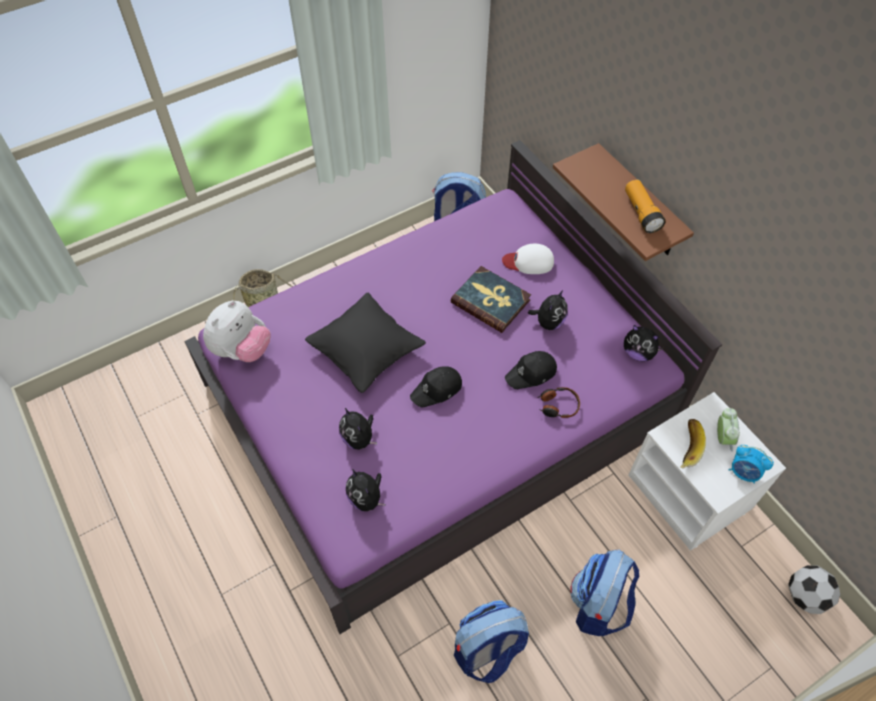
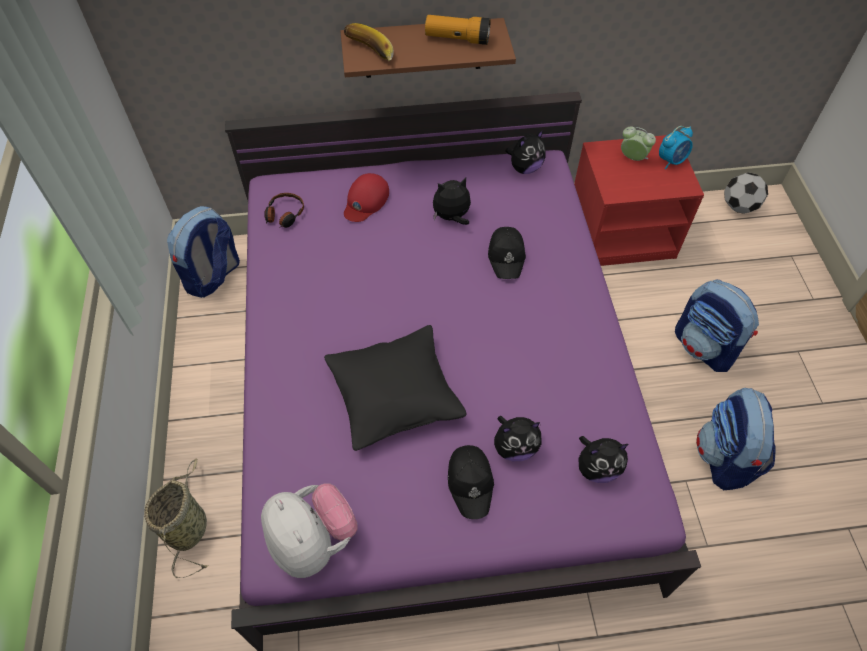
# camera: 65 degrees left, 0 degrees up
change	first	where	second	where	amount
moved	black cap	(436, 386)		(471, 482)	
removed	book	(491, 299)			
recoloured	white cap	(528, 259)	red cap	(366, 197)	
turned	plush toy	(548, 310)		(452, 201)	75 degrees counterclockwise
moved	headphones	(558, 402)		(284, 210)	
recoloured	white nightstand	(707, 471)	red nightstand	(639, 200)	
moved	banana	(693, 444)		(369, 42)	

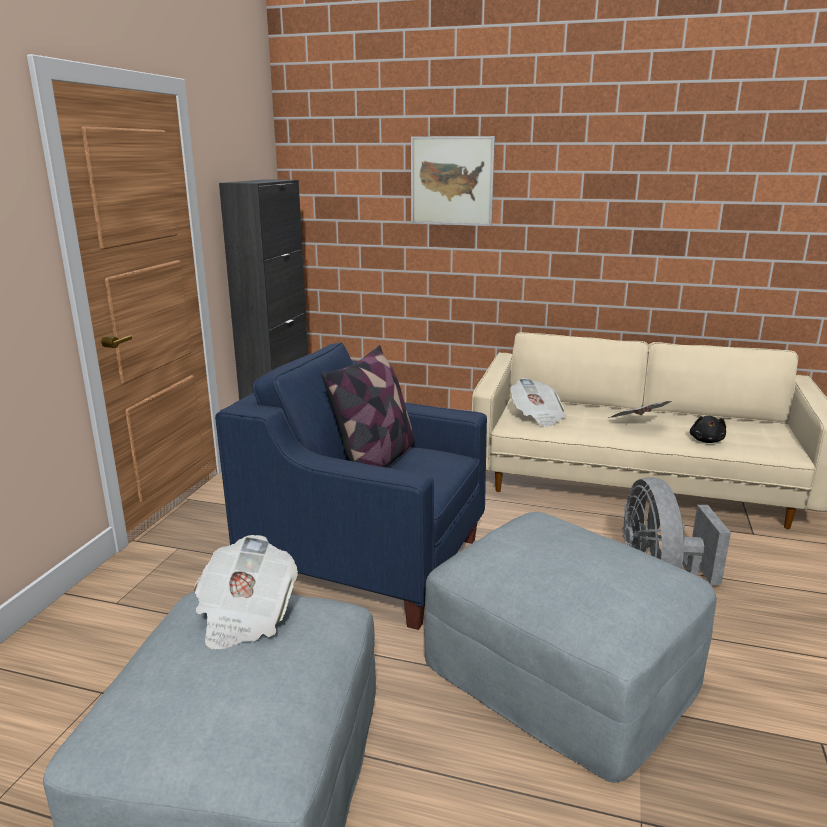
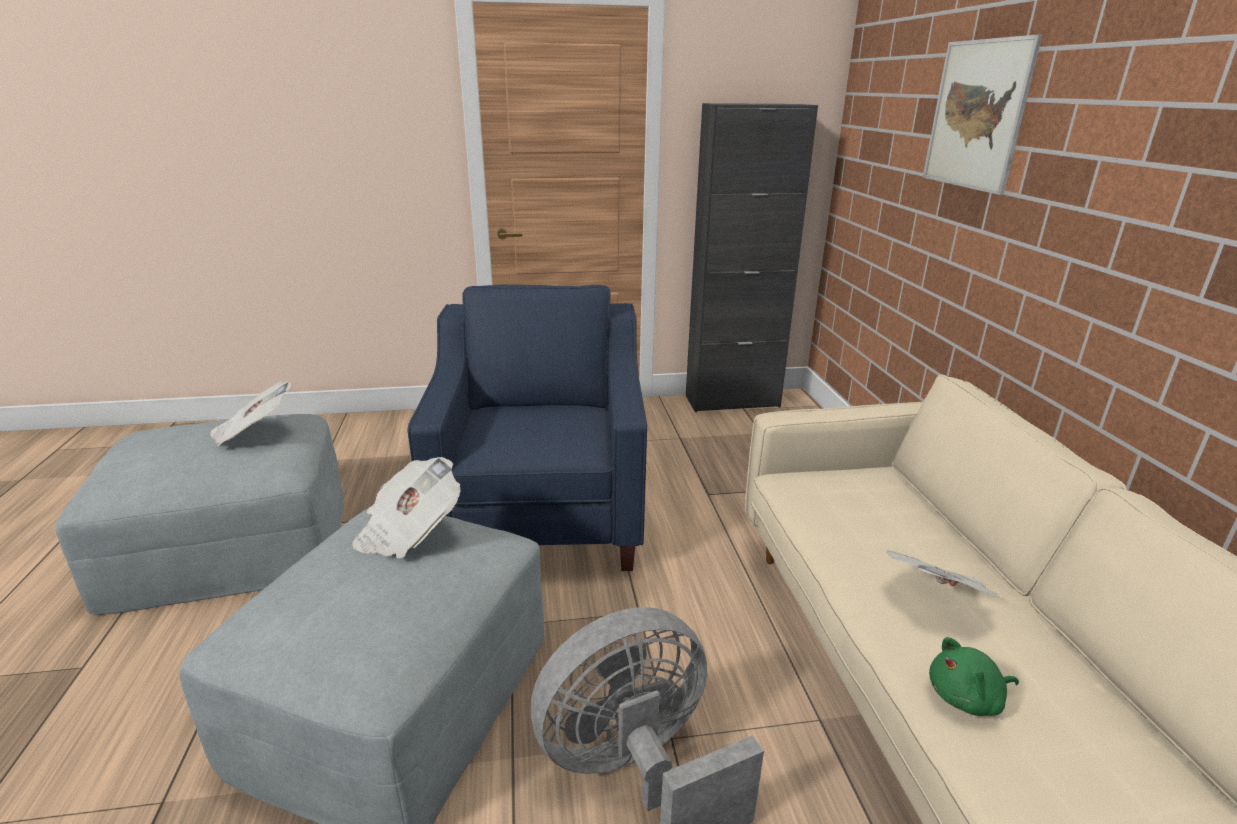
# camera: 65 degrees right, 5 degrees up
change	first	where	second	where	amount
removed	pillow	(368, 406)			
moved	newspaper	(538, 402)		(406, 507)	
recoloured	black plush toy	(708, 429)	green plush toy	(974, 676)	

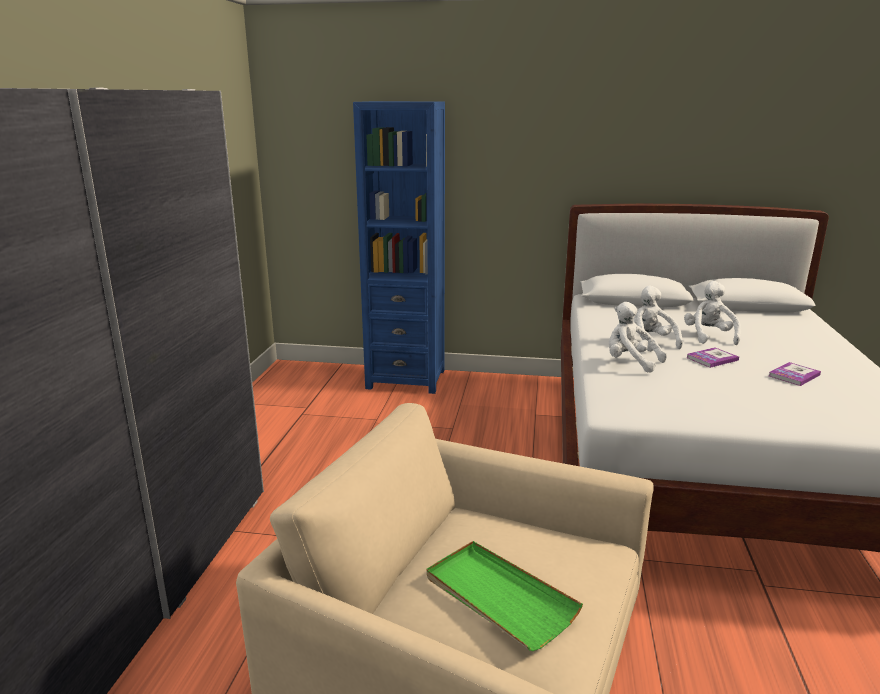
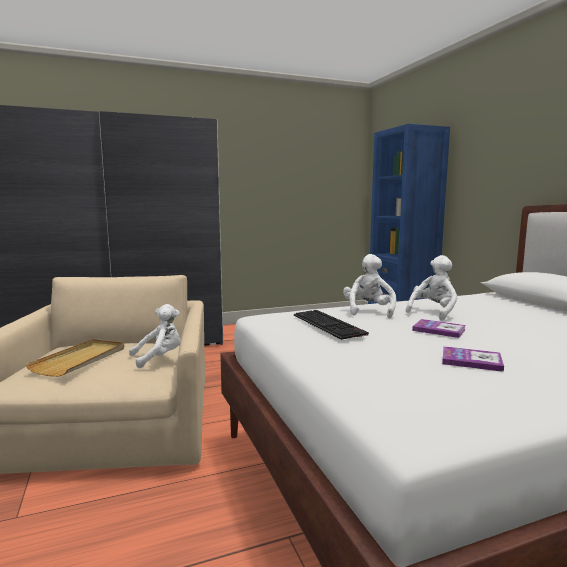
# camera: 60 degrees right, 10 degrees down
change	first	where	second	where	amount
recoloured	green tray	(504, 596)	beige tray	(74, 358)	
moved	white plush toy	(712, 313)		(155, 336)	
added			keyboard	(331, 325)	

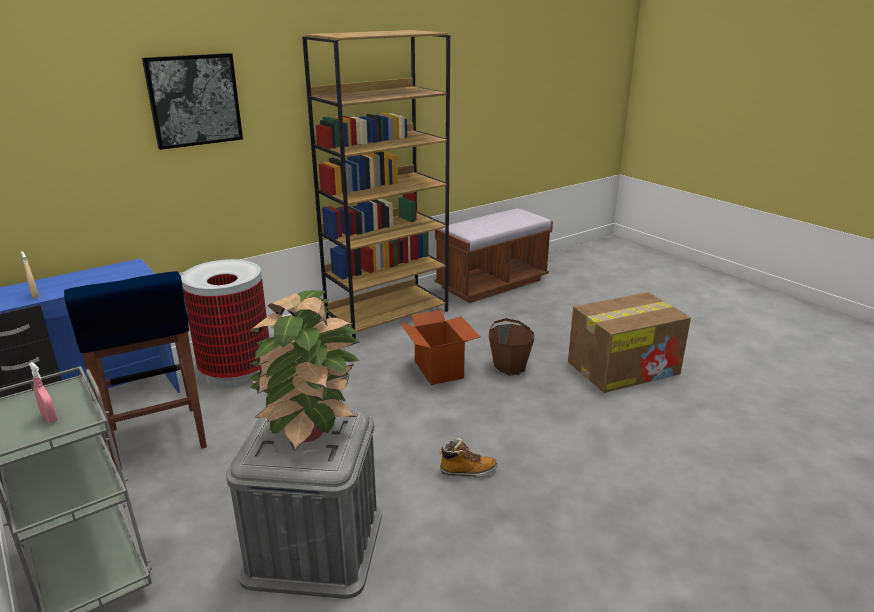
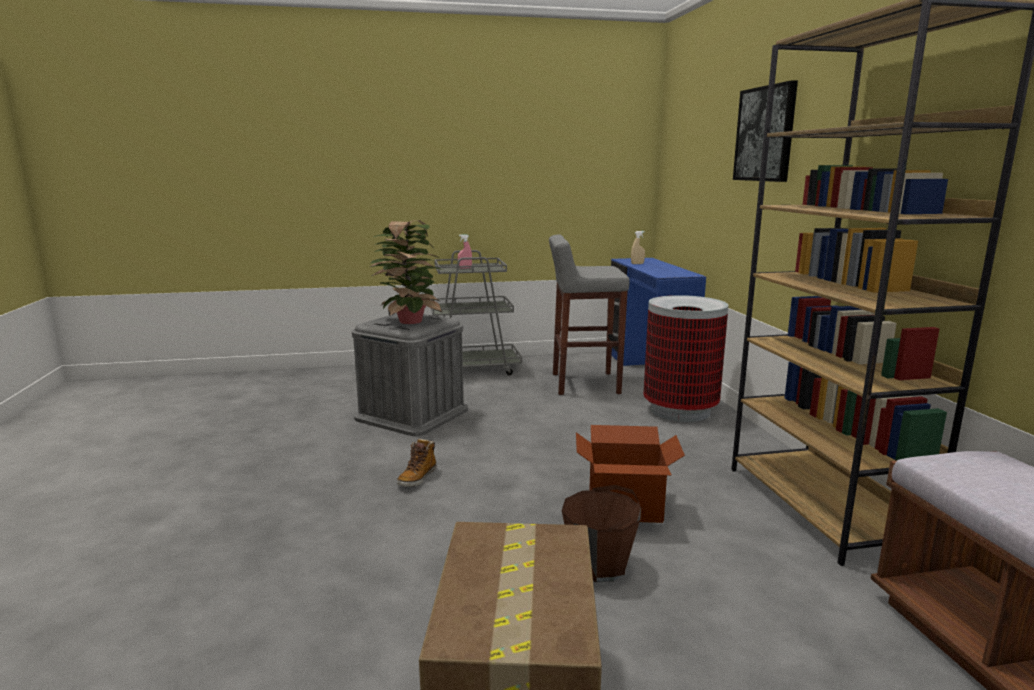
# camera: 115 degrees right, 10 degrees down
change	first	where	second	where	amount
recoloured	blue stool	(135, 371)	grey stool	(589, 314)	

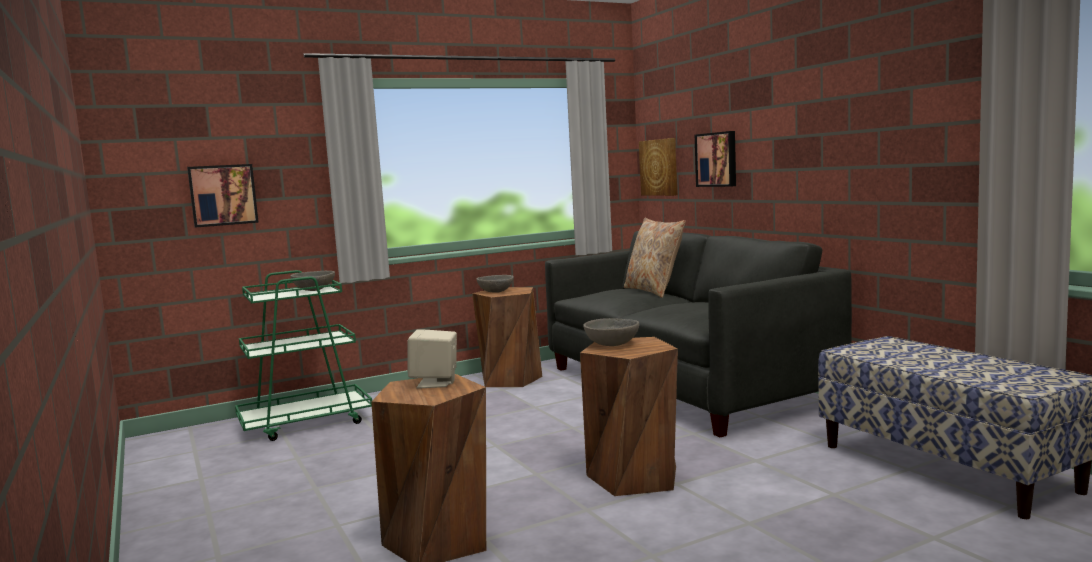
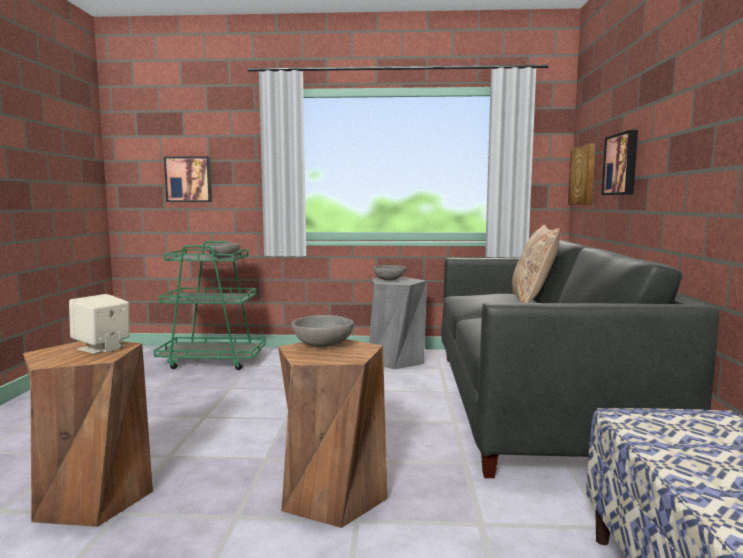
# camera: 30 degrees right, 0 degrees up
change	first	where	second	where	amount
recoloured	brown stool	(507, 337)	grey stool	(398, 323)	

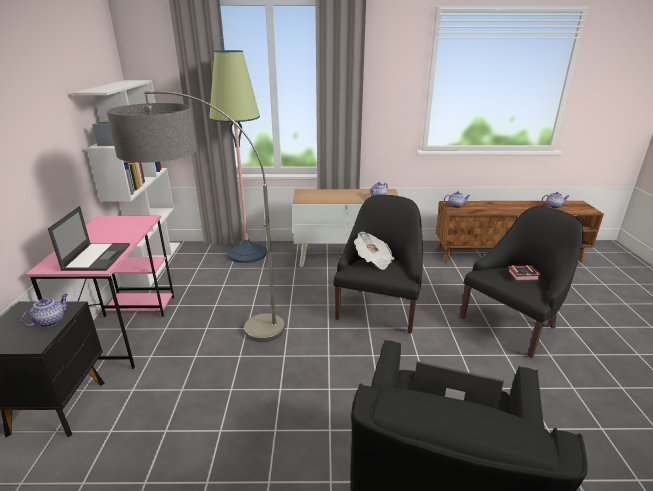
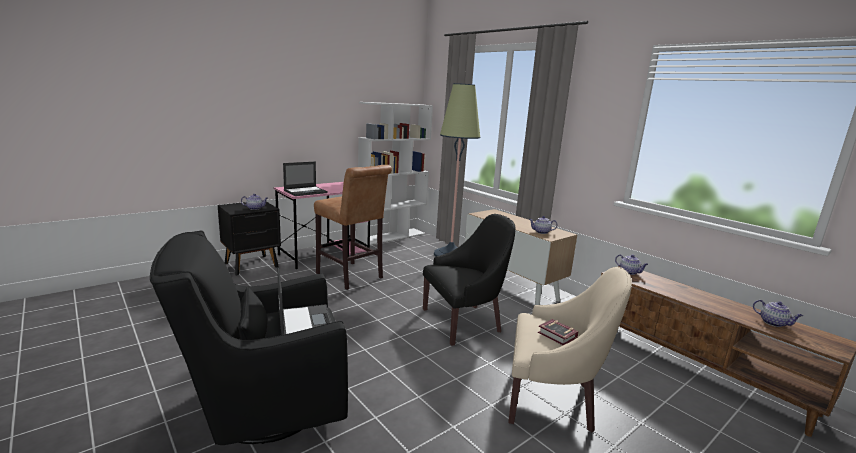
# camera: 50 degrees right, 10 degrees down
change	first	where	second	where	amount
replaced	floor lamp	(196, 216)	brown stool	(353, 227)	
removed	newspaper	(374, 251)			
recoloured	black armchair	(522, 282)	beige armchair	(570, 350)	

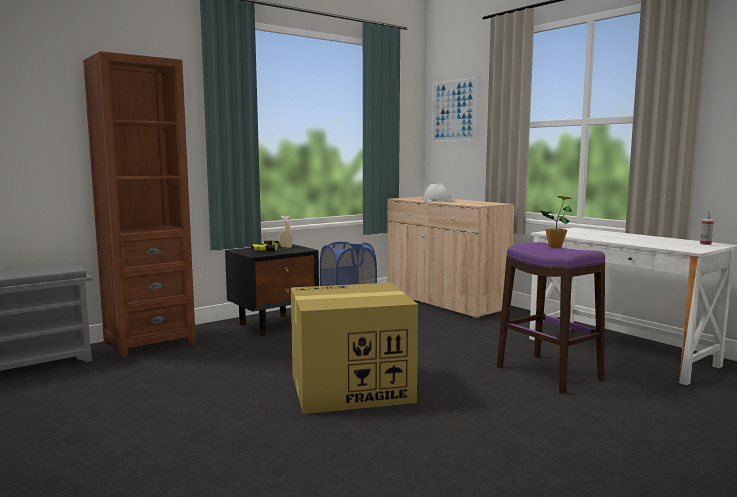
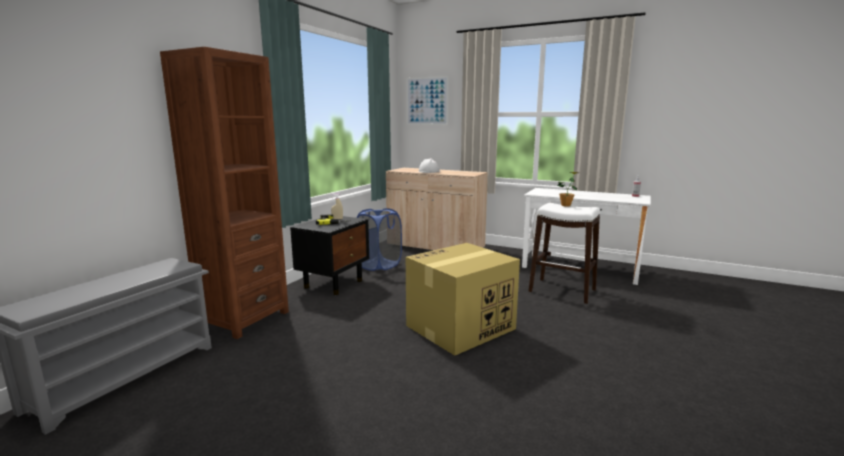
# camera: 25 degrees left, 5 degrees up
change	first	where	second	where	amount
recoloured	purple stool	(551, 318)	white stool	(564, 253)	

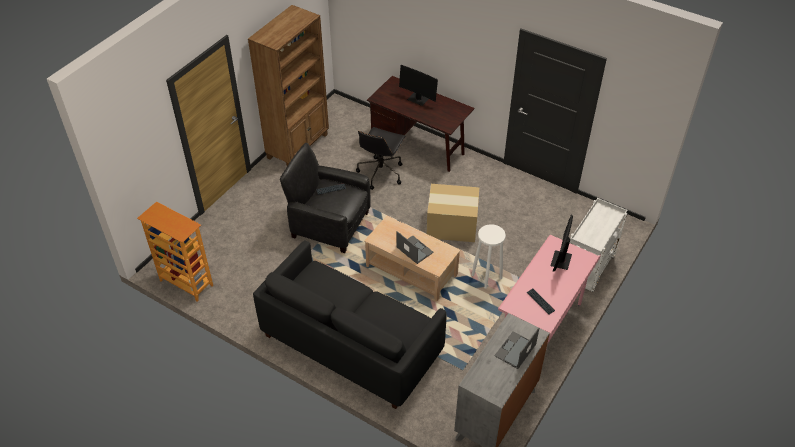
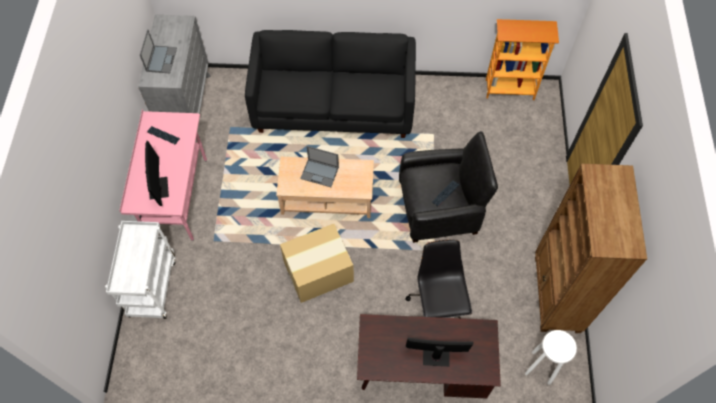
# camera: 150 degrees right, 15 degrees up
change	first	where	second	where	amount
moved	white stool	(489, 256)		(551, 357)	

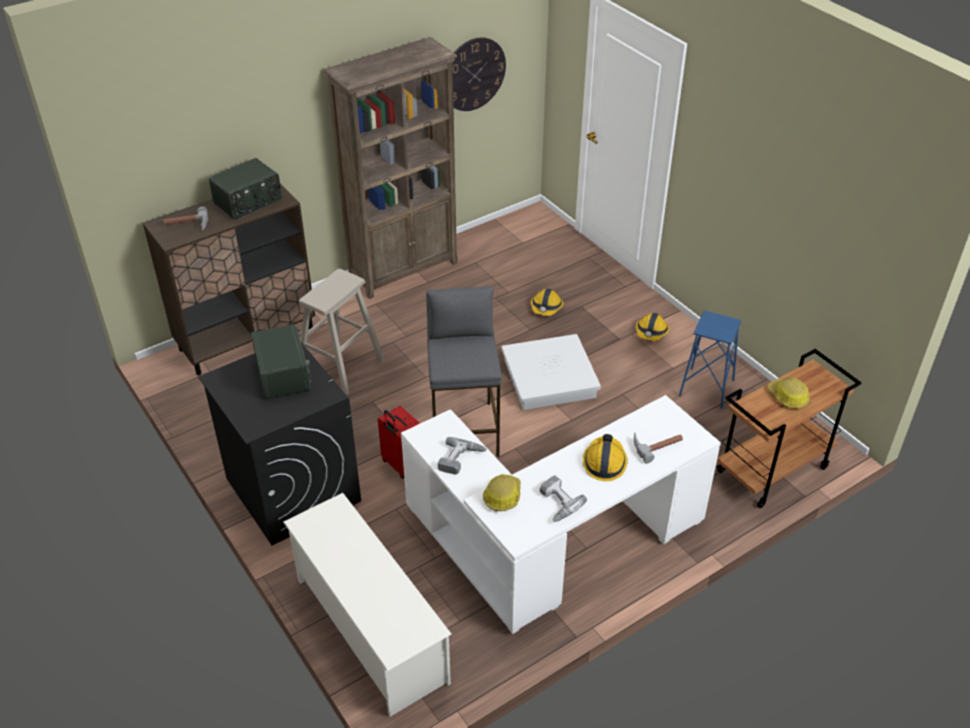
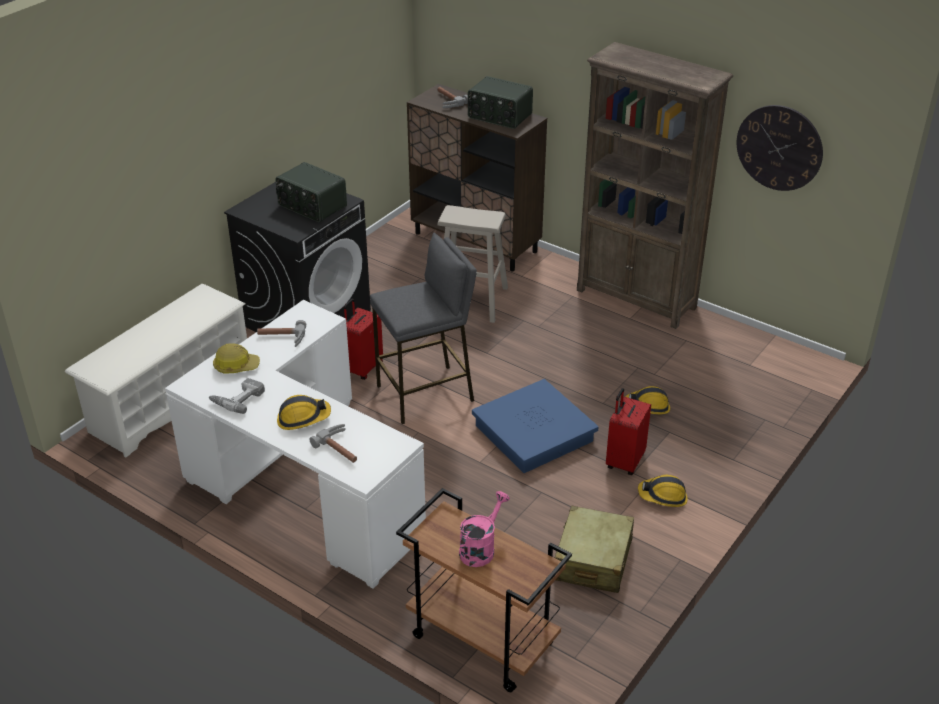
# camera: 70 degrees right, 5 degrees down
change	first	where	second	where	amount
turned	radio	(281, 361)		(311, 192)	75 degrees clockwise
replaced	power drill	(462, 455)	hammer	(281, 333)	
recoloured	white storage box	(551, 372)	blue storage box	(535, 426)	
replaced	blue stool	(710, 359)	beige suitcase	(594, 549)	
replaced	hard hat	(789, 393)	pink watering can	(484, 529)	
added			red suitcase	(628, 431)	

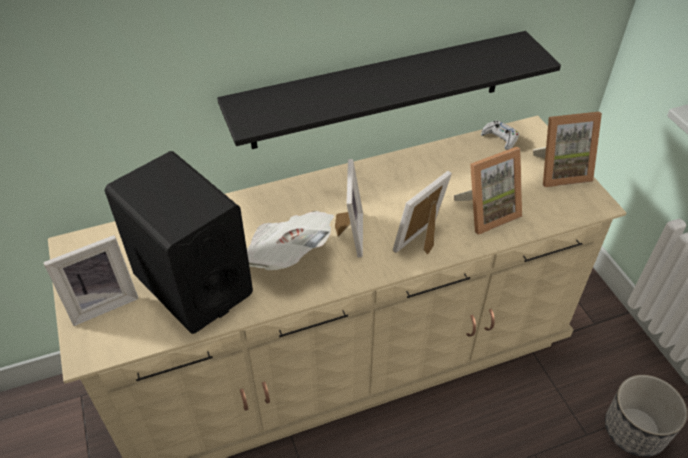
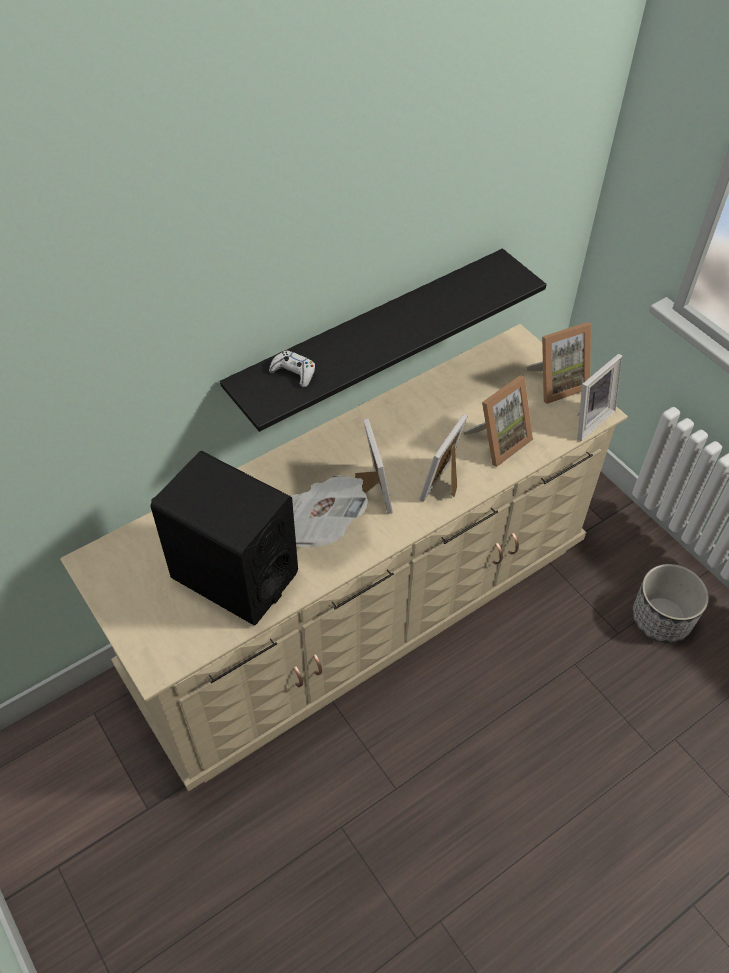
# camera: 15 degrees left, 5 degrees up
change	first	where	second	where	amount
moved	picture frame	(91, 280)		(599, 397)	
moved	white game controller	(500, 135)		(292, 368)	

